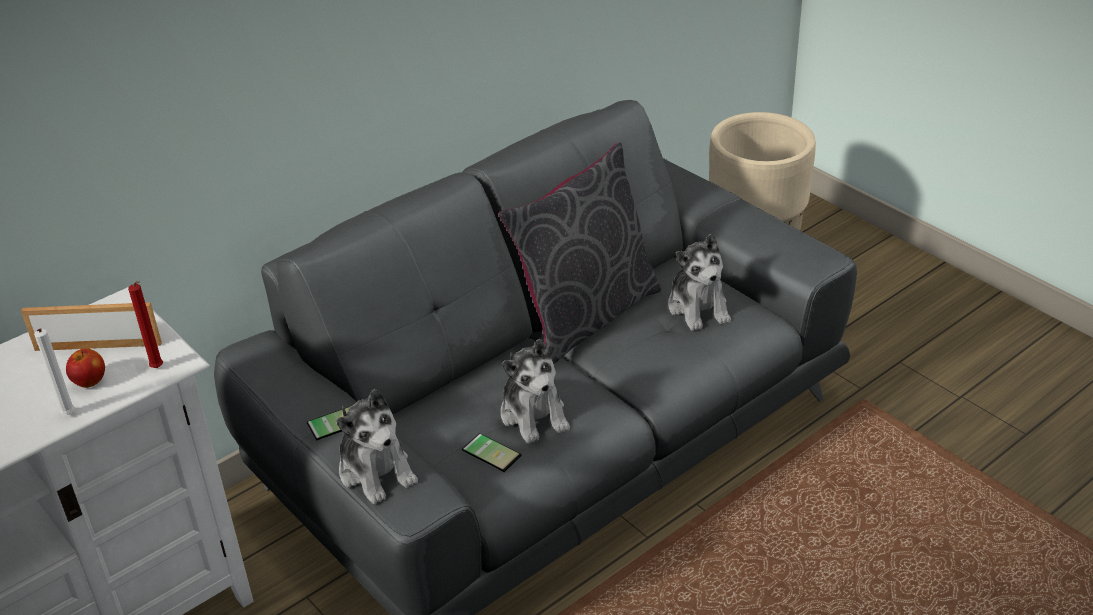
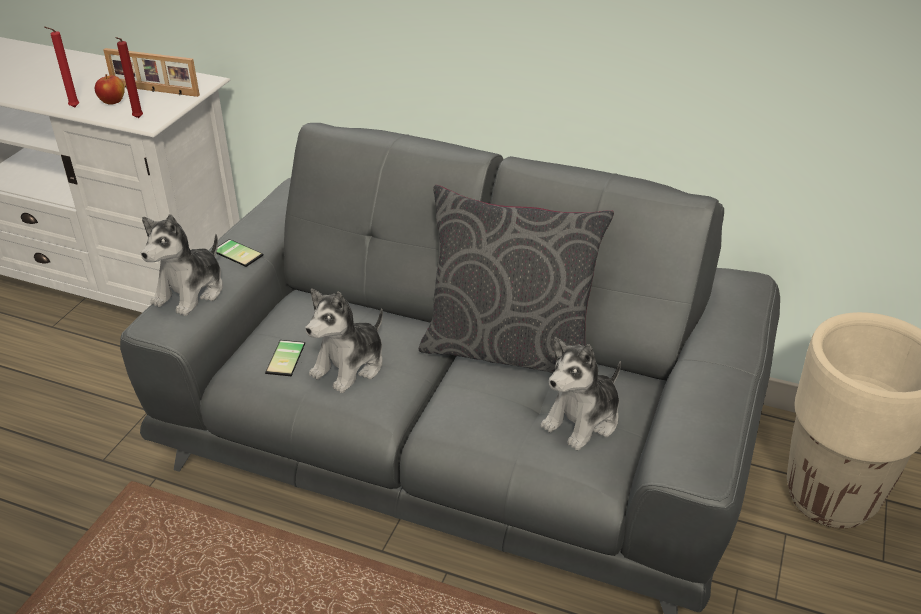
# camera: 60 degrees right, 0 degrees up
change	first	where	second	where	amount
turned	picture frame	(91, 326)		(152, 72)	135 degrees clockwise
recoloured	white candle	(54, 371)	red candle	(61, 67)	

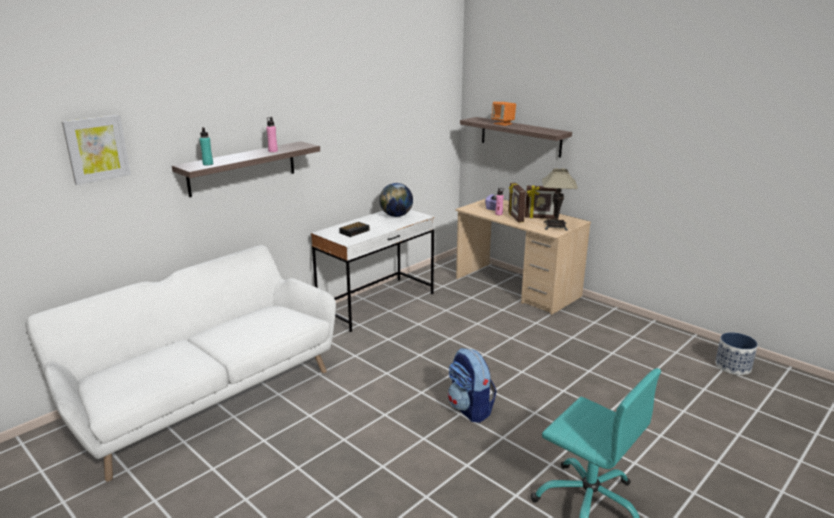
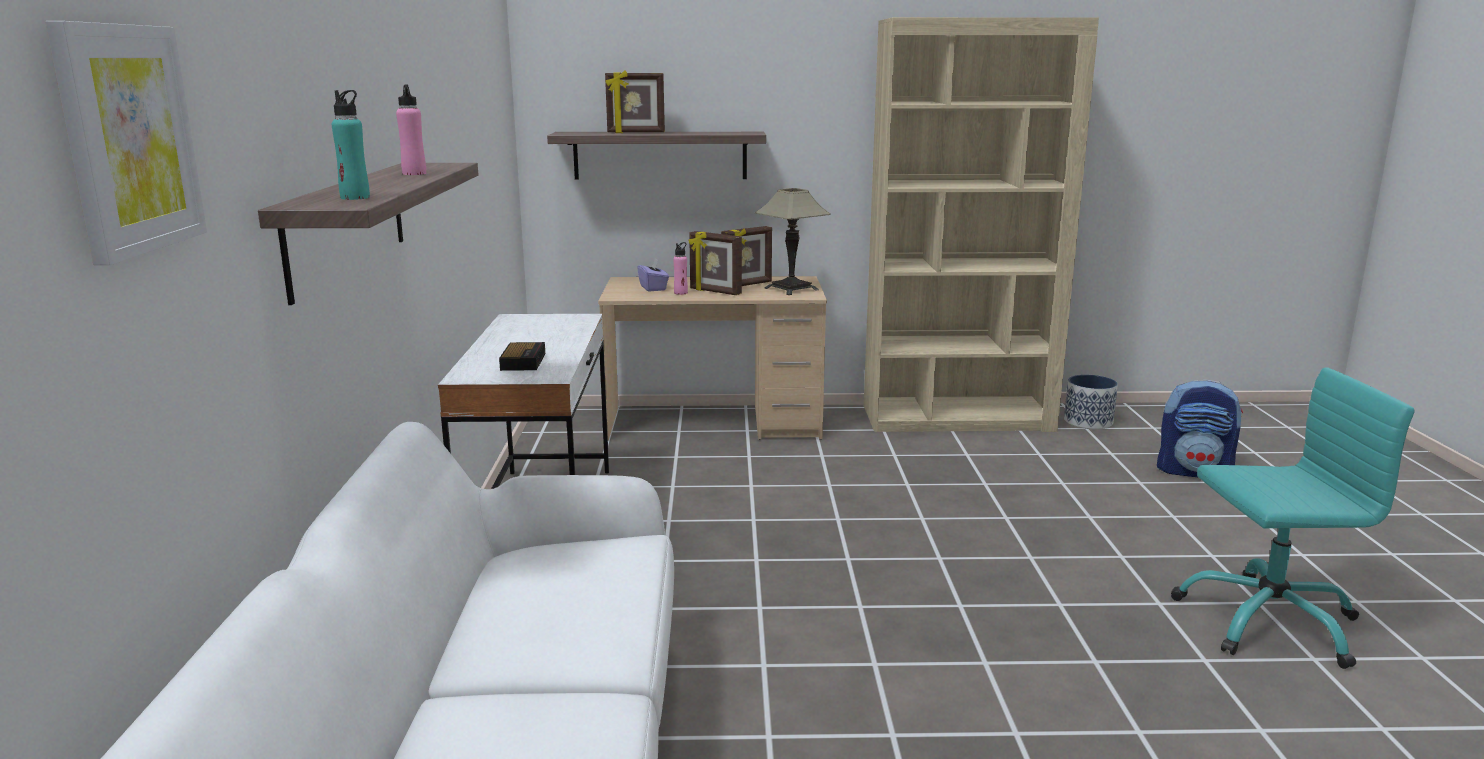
# camera: 45 degrees left, 5 degrees down
change	first	where	second	where	amount
removed	globe	(396, 200)			
moved	backpack	(472, 385)		(1200, 428)	
replaced	orange speaker	(503, 114)	picture frame	(635, 102)	
added			beige bookcase	(981, 224)	

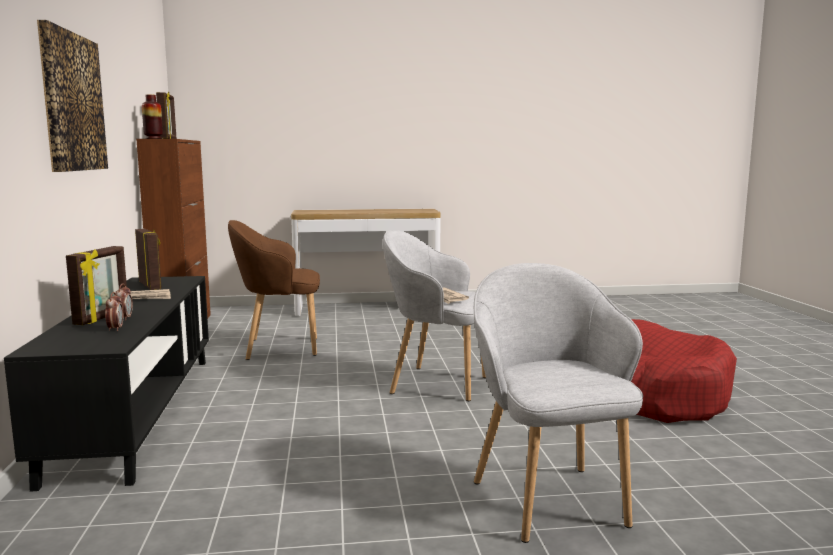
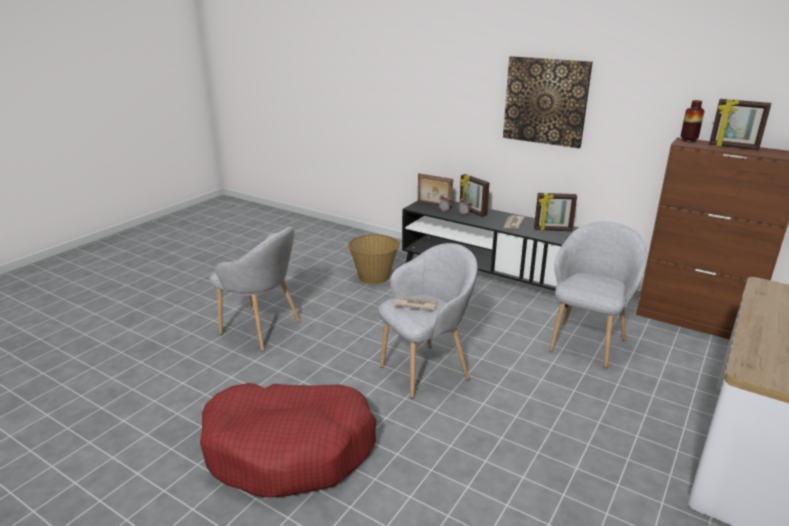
# camera: 130 degrees right, 15 degrees up
change	first	where	second	where	amount
recoloured	brown armchair	(274, 290)	grey armchair	(598, 294)	
added			basket	(374, 259)	
added			picture frame	(435, 191)	

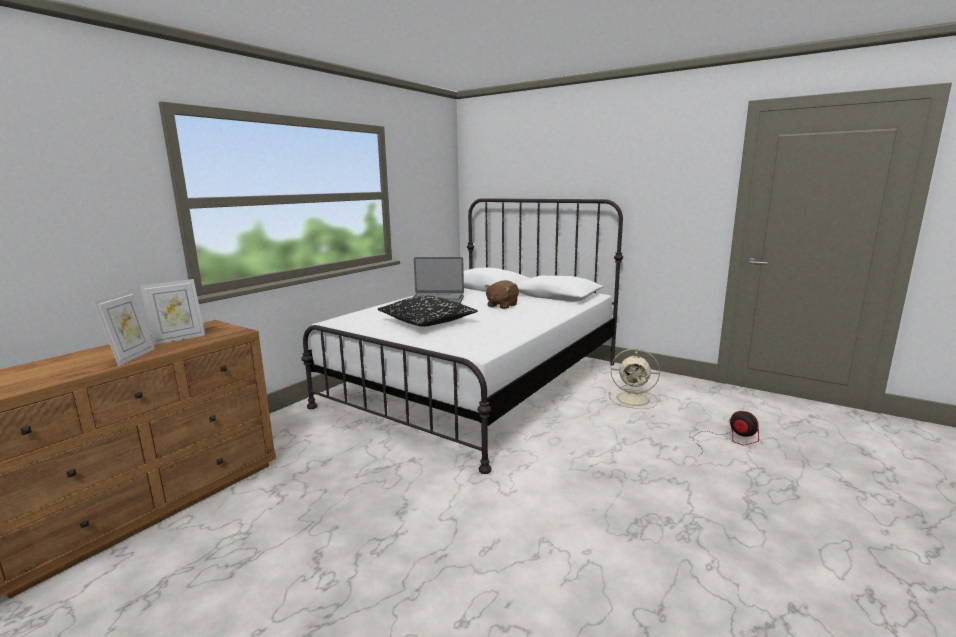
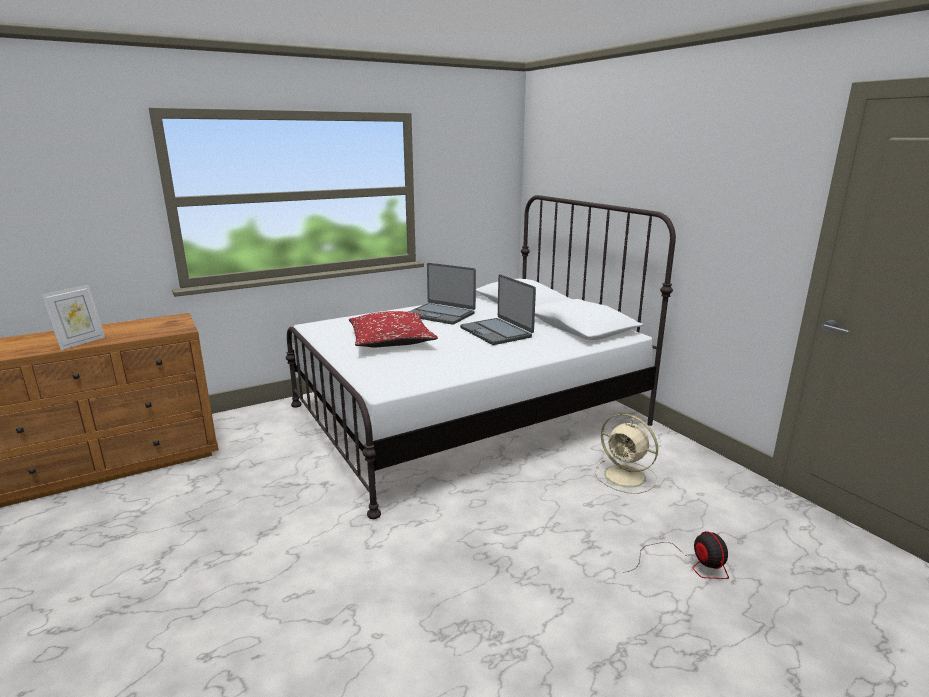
# camera: 25 degrees right, 5 degrees up
change	first	where	second	where	amount
removed	picture frame	(172, 312)			
recoloured	black pillow	(427, 311)	red pillow	(393, 329)	
replaced	brown plush toy	(502, 294)	laptop	(498, 309)	

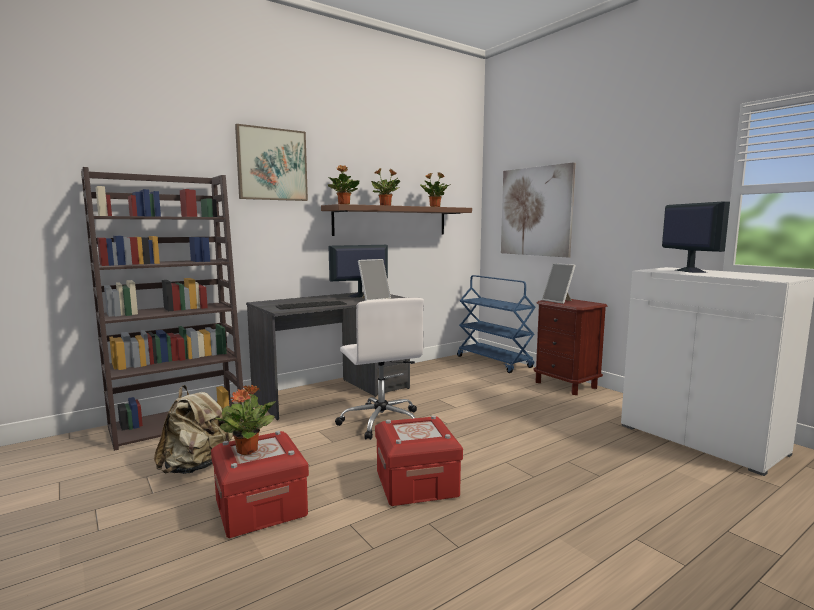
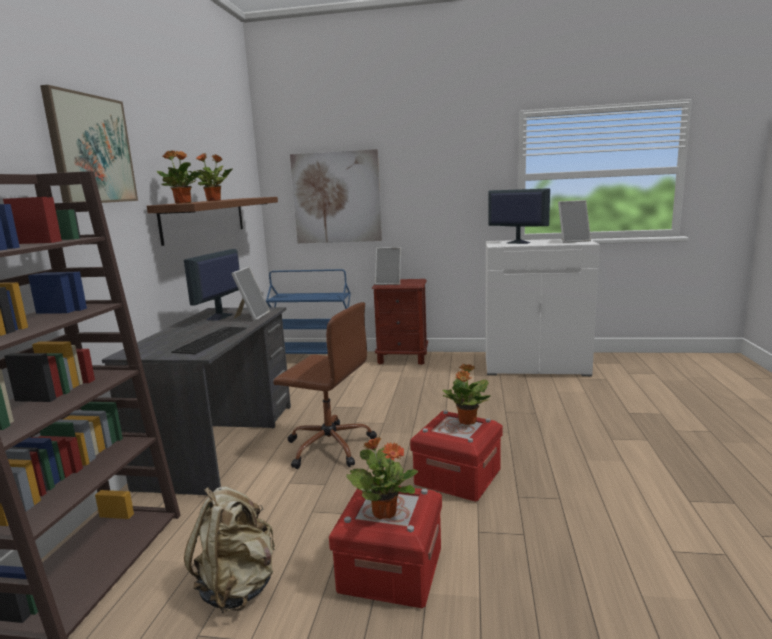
# camera: 45 degrees left, 5 degrees up
change	first	where	second	where	amount
recoloured	white office chair	(379, 368)	brown office chair	(325, 385)	
moved	potted plant	(435, 189)		(466, 394)	
added			picture frame	(574, 221)	

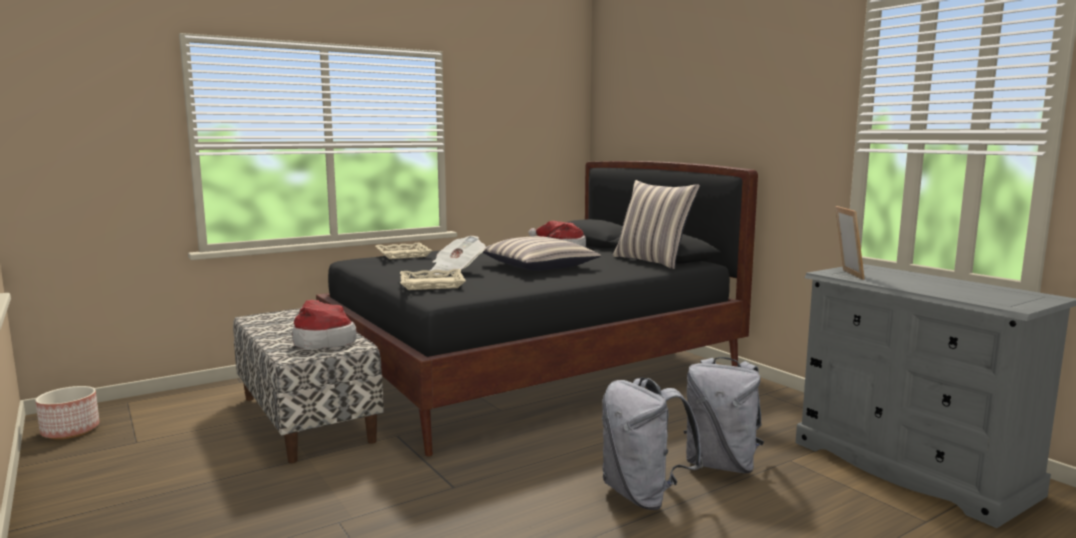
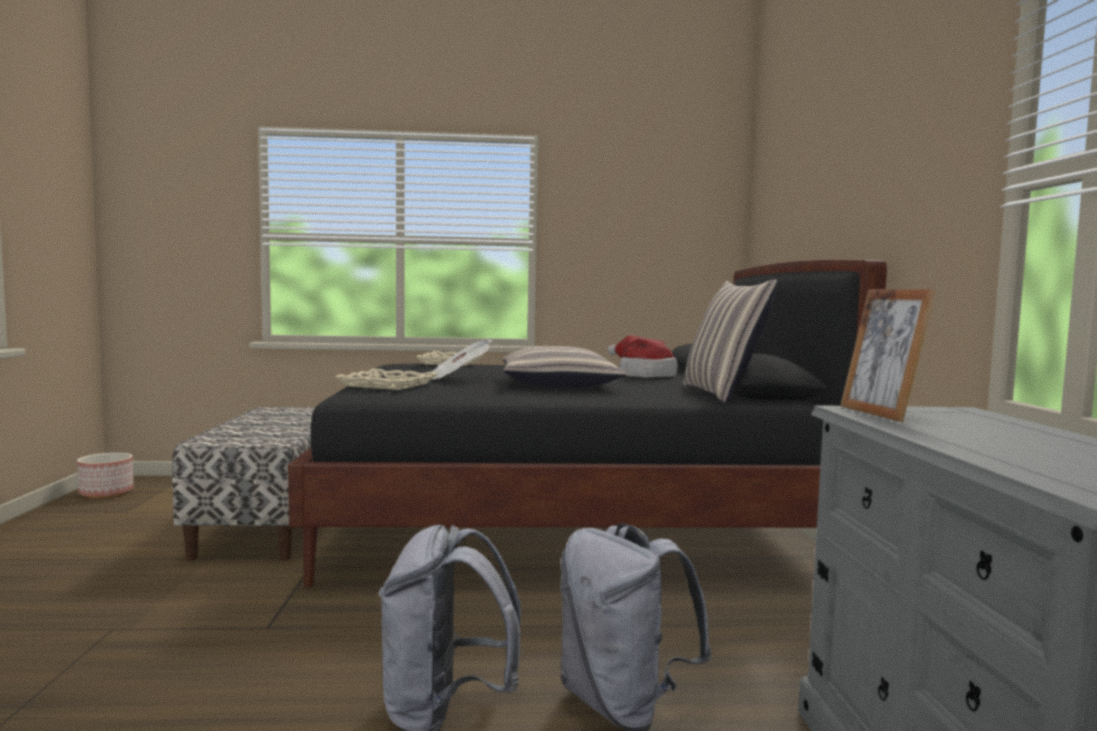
# camera: 30 degrees right, 5 degrees down
change	first	where	second	where	amount
removed	hat	(324, 325)			
turned	picture frame	(849, 243)		(888, 355)	135 degrees clockwise

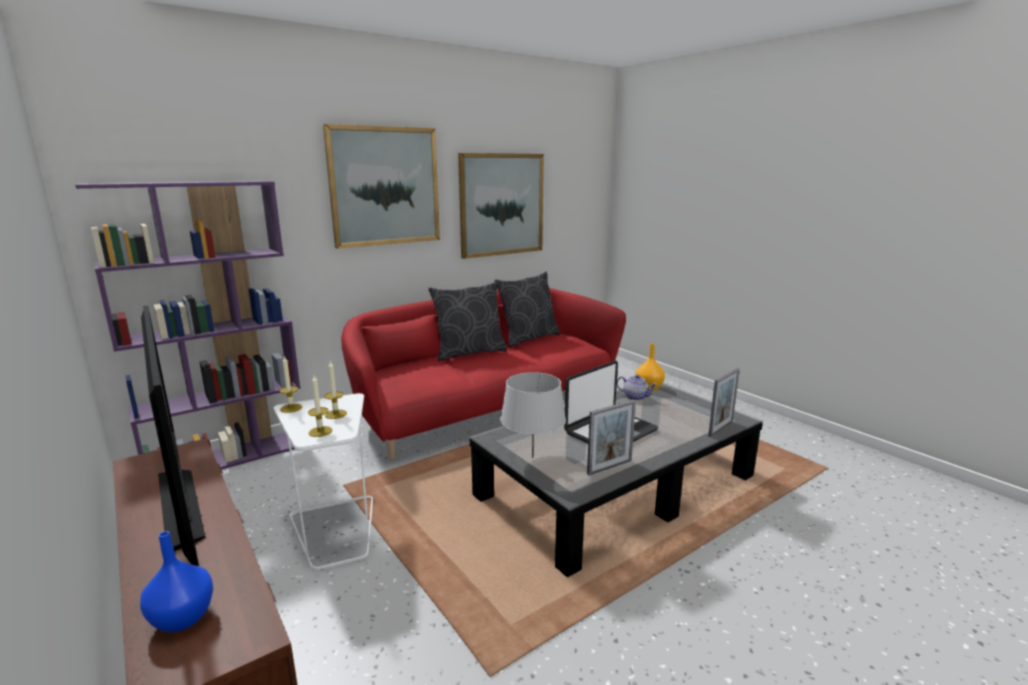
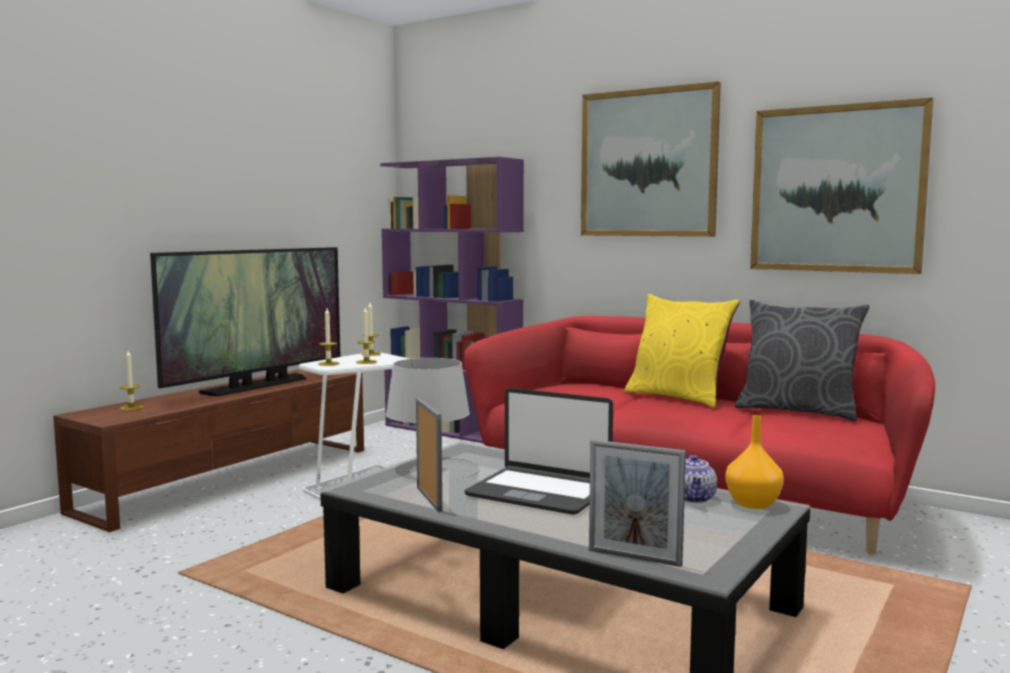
# camera: 70 degrees right, 10 degrees down
change	first	where	second	where	amount
replaced	blue vase	(176, 581)	candle	(132, 380)	
recoloured	grey pillow	(468, 321)	yellow pillow	(682, 351)	
turned	picture frame	(611, 437)		(429, 455)	150 degrees counterclockwise

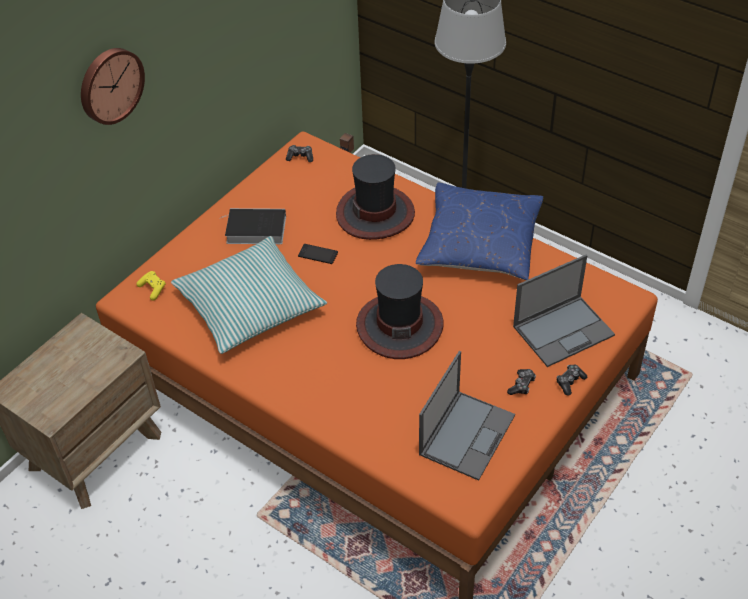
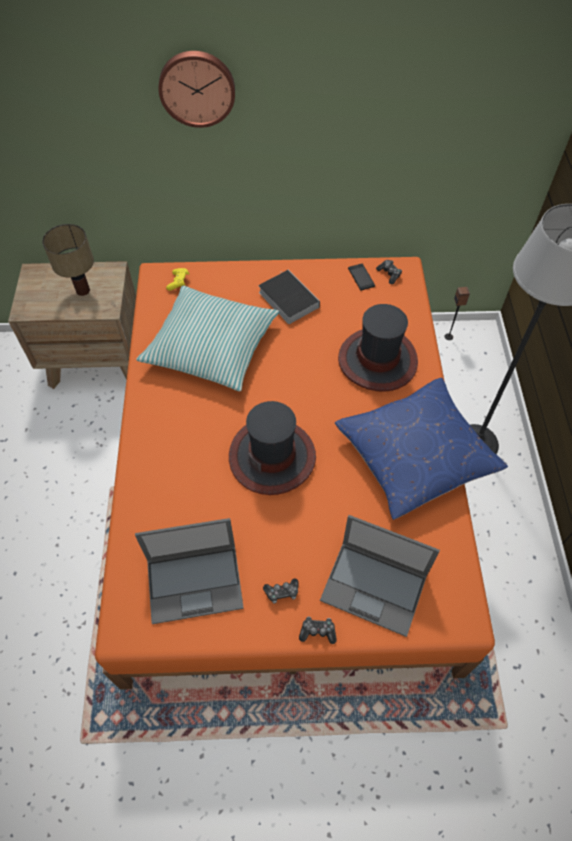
# camera: 50 degrees right, 10 degrees up
change	first	where	second	where	amount
moved	phone	(318, 254)		(361, 277)	
added			table lamp	(68, 260)	

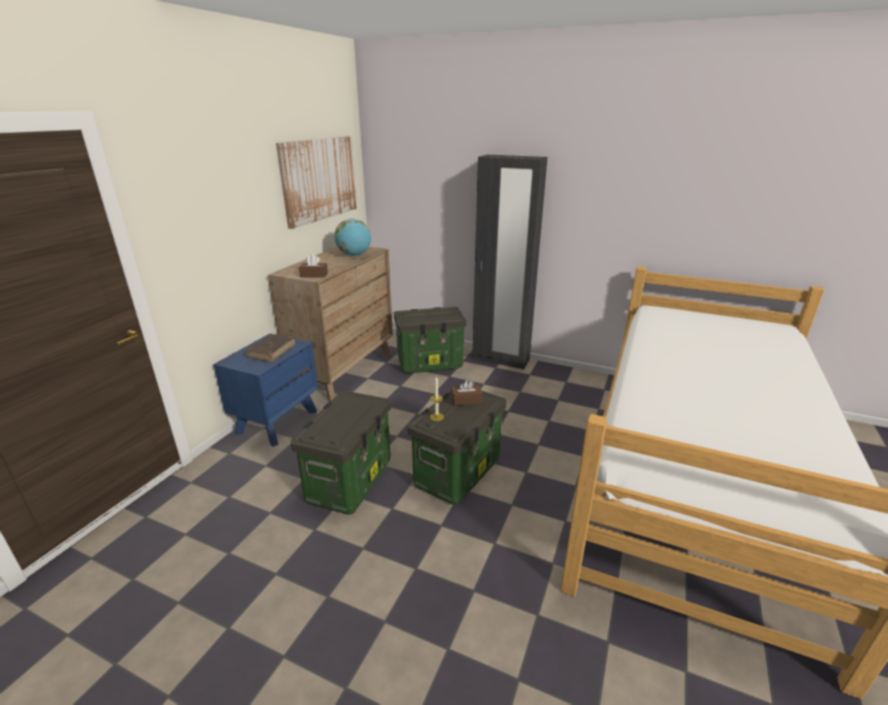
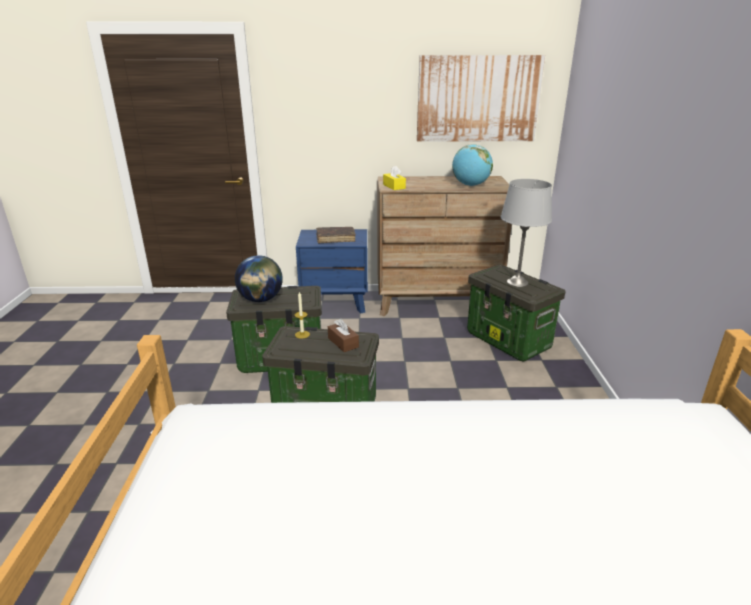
# camera: 65 degrees right, 0 degrees up
change	first	where	second	where	amount
recoloured	brown tissue box	(313, 266)	yellow tissue box	(394, 177)	
removed	black wardrobe	(510, 262)			
added			globe	(259, 278)	
added			grey table lamp	(526, 233)	

